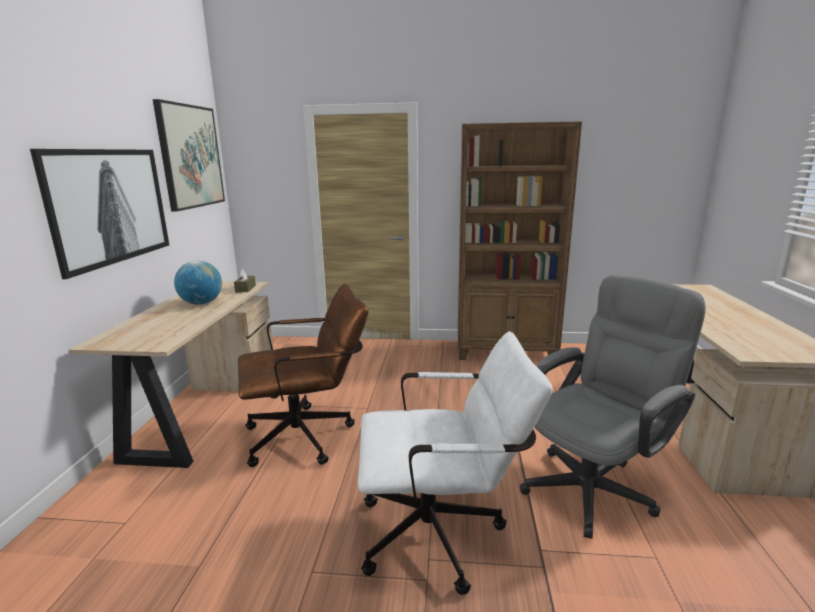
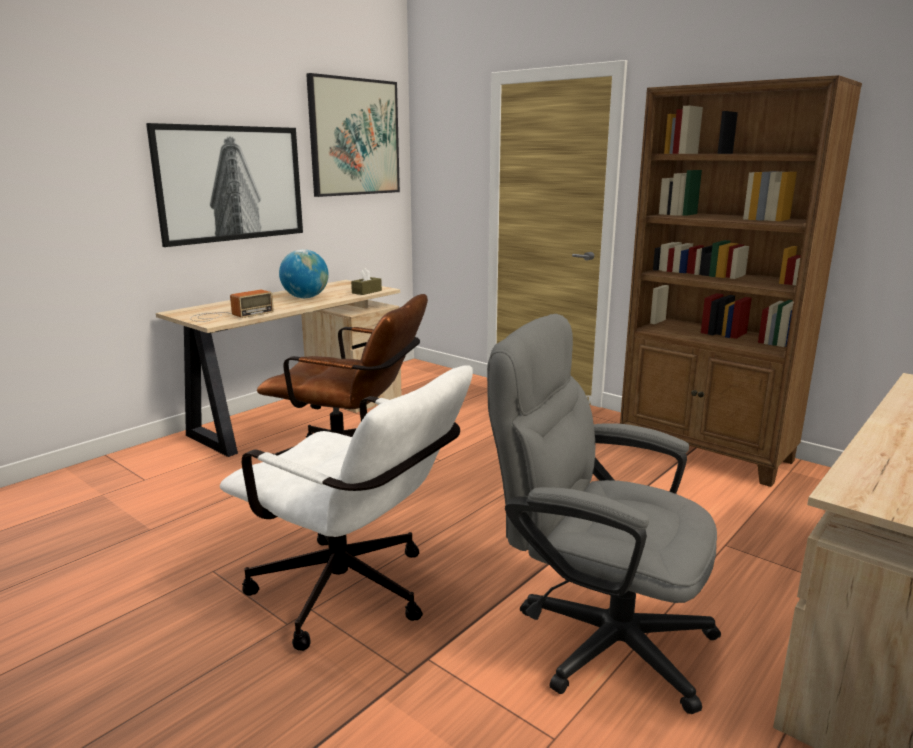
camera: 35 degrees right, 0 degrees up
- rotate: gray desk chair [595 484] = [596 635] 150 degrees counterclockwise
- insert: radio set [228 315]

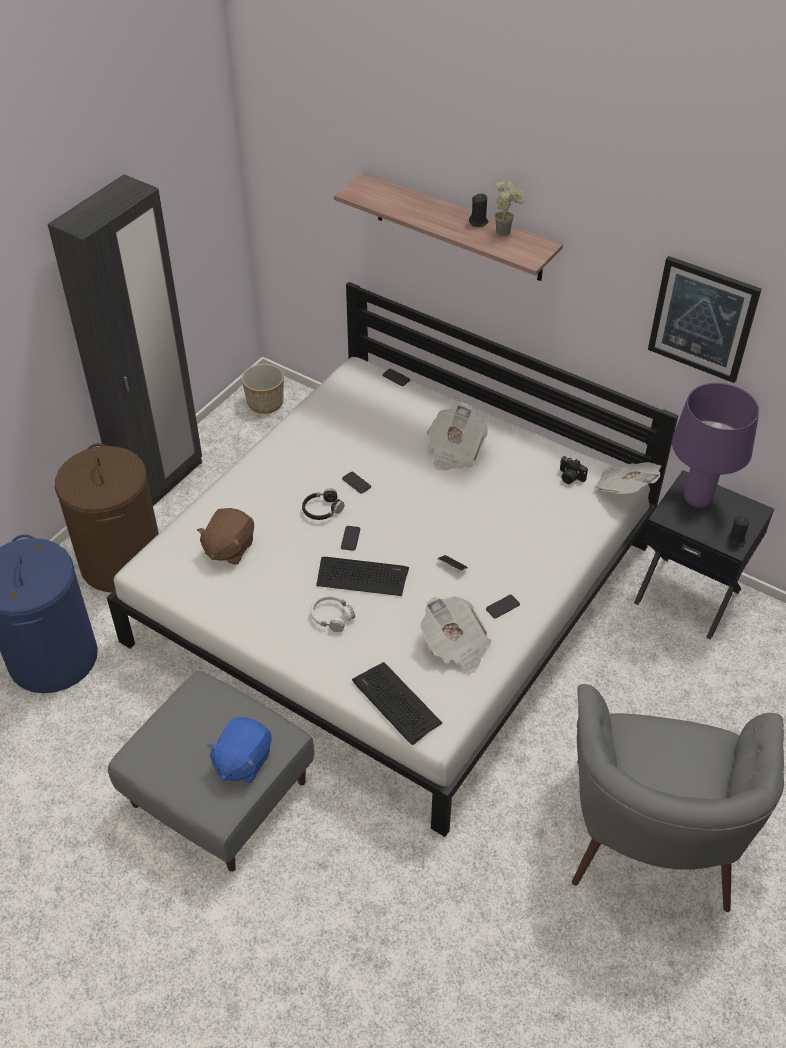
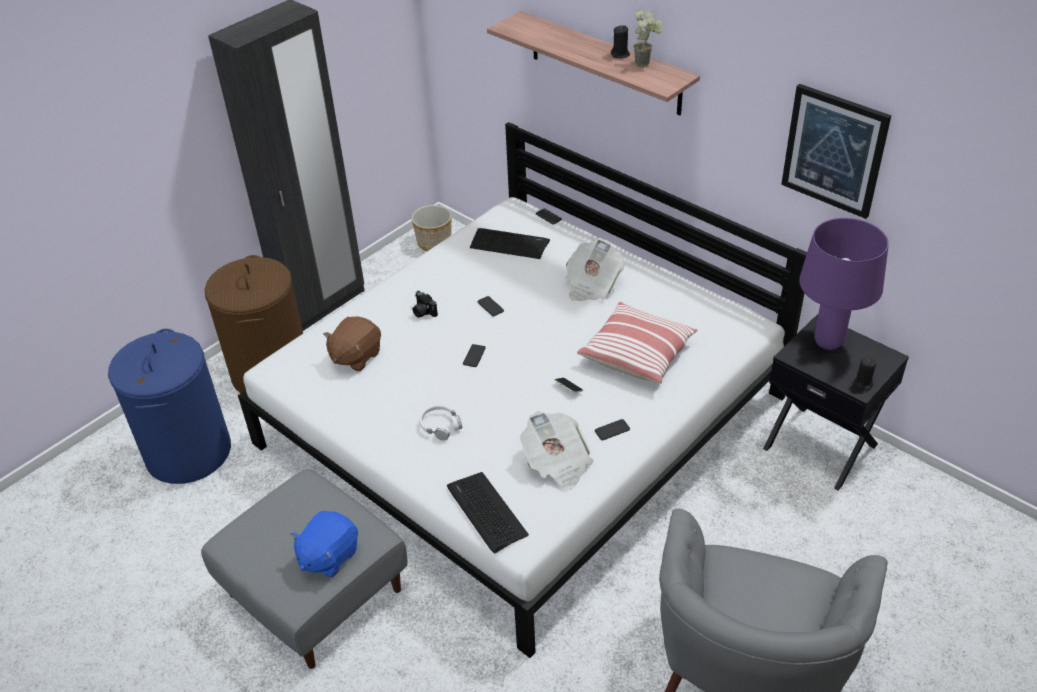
camera: 10 degrees right, 5 degrees down
- delete: black-coloured pair of headphones [322 510]
- move: computer keyboard [362 576] to [509 244]
- move: still camera [570 477] to [423 312]
- delete: printed paper [624 488]
- insert: pillow [637 354]

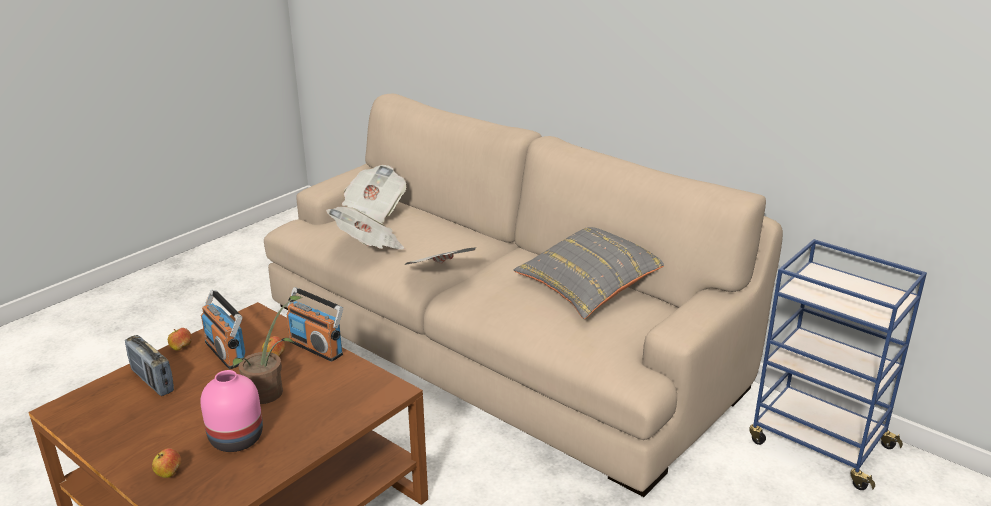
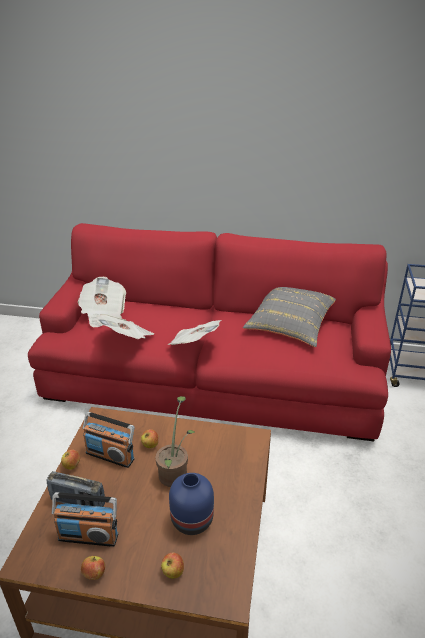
camera: 30 degrees left, 5 degrees up
- recolor: pink-coloured vase [237 439] to blue vase [193 520]
- recolor: beige-coloured sofa [497 346] to red sofa [213 377]
- move: radio set [316 347] to [88 536]
- insert: apple [94 574]

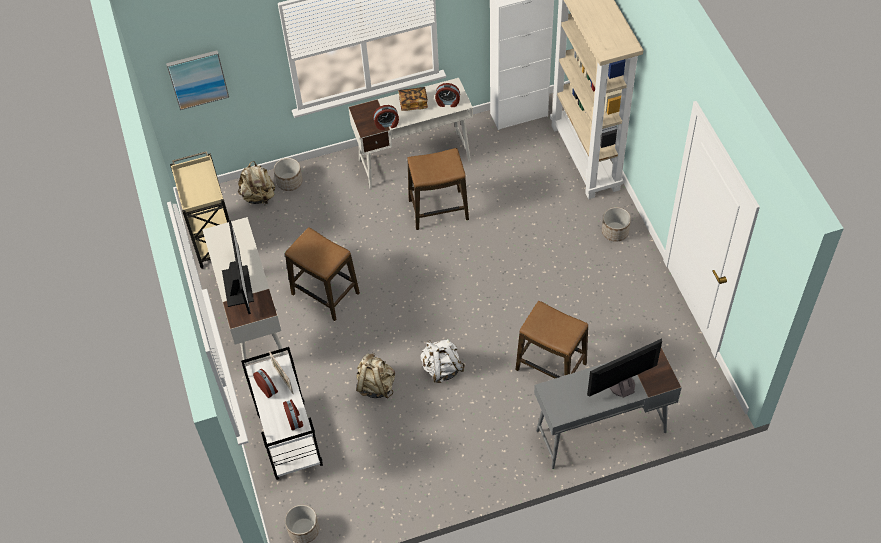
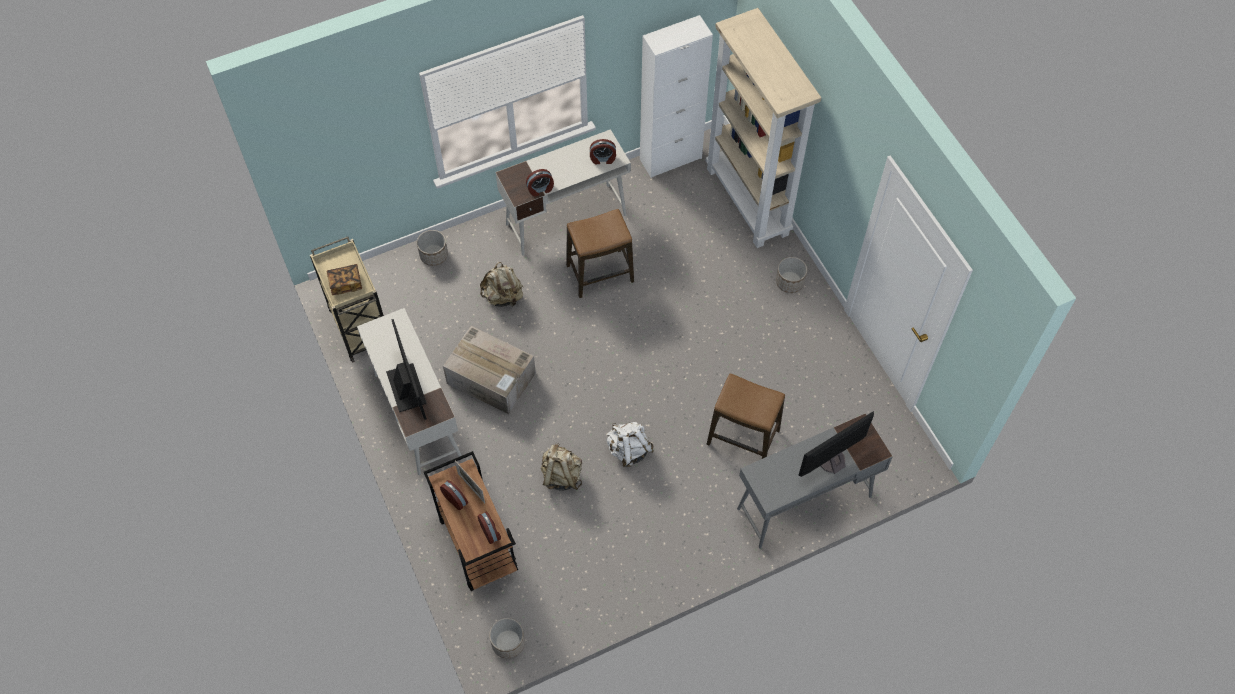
camera: 10 degrees left, 5 degrees up
- delete: wall picture [197 79]
- move: beige-coloured backpack [259 196] to [503 297]
- recolor: white cart [289 439] to brownish cart [477 544]
- replace: sitting stool [325 294] to cardboard box [492 378]
- move: book [413 103] to [345 283]

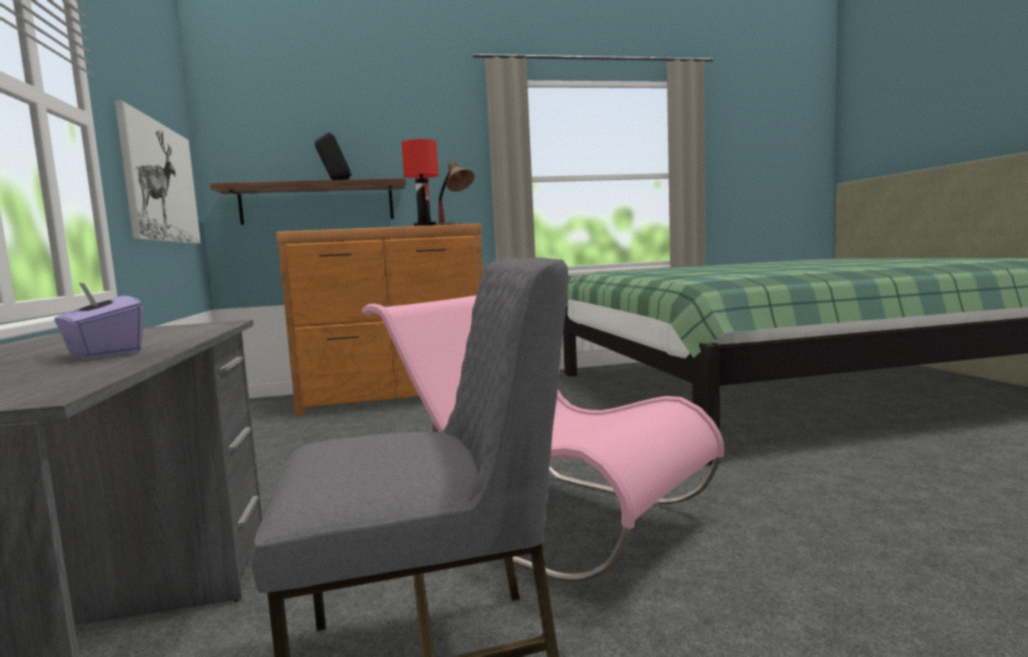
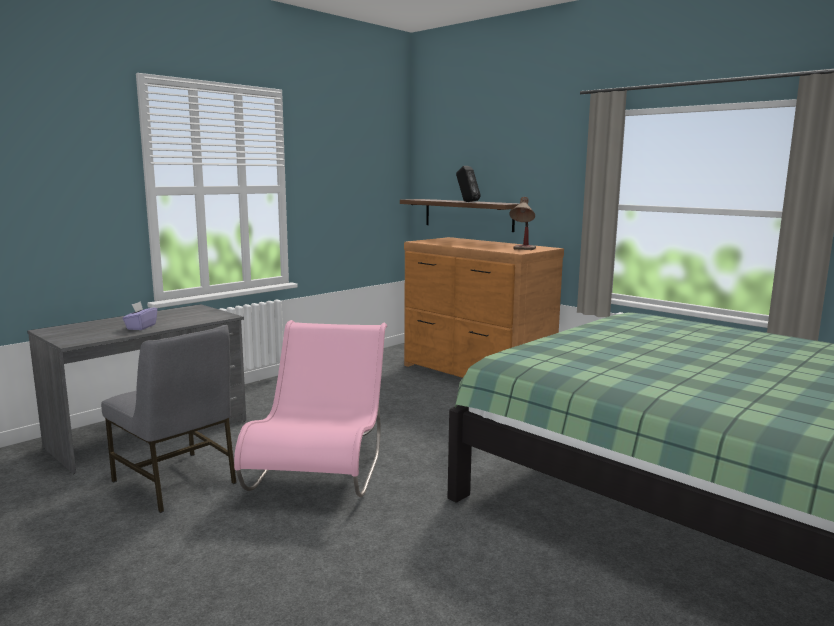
camera: 55 degrees right, 5 degrees up
- delete: wall picture [160 183]
- delete: red table lamp [424 225]

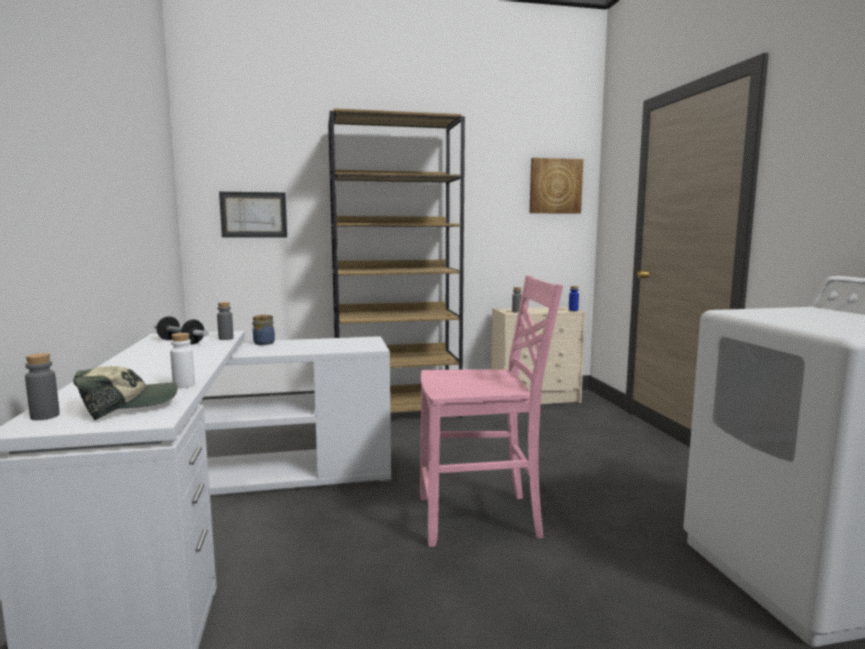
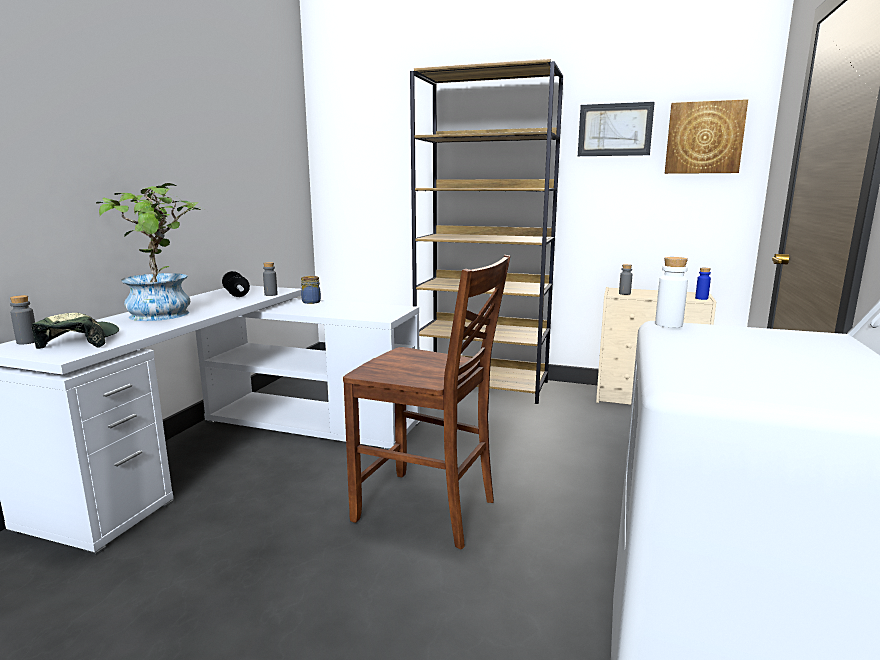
camera: 30 degrees right, 5 degrees up
- rotate: cap [127 405] = [80 342] 90 degrees counterclockwise
- move: white beverage bottle [184 385] to [668 324]
- move: wall picture [253 214] to [615 130]
- recolor: pink-coloured upright chair [481 518] to brownish upright chair [428 510]
- insert: houseplant [164 315]

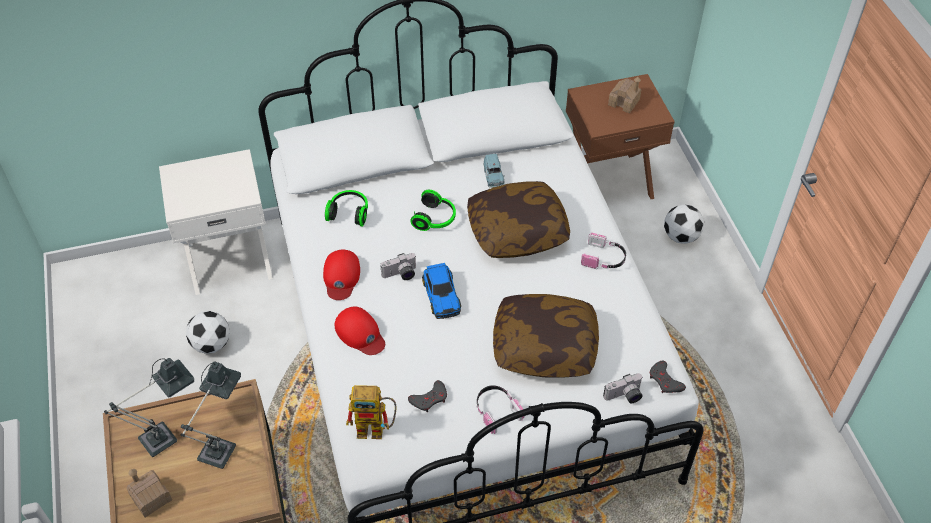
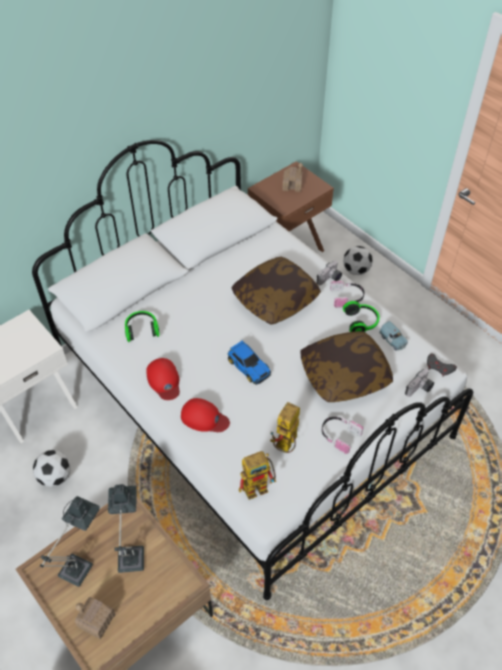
camera: 25 degrees left, 0 degrees up
- move: still camera [400 275] to [330 279]
- replace: gray gamepad [429 399] to robot figure [285 446]
- move: pair of headphones [435 219] to [361 322]
- move: blue model car [493 177] to [393 340]

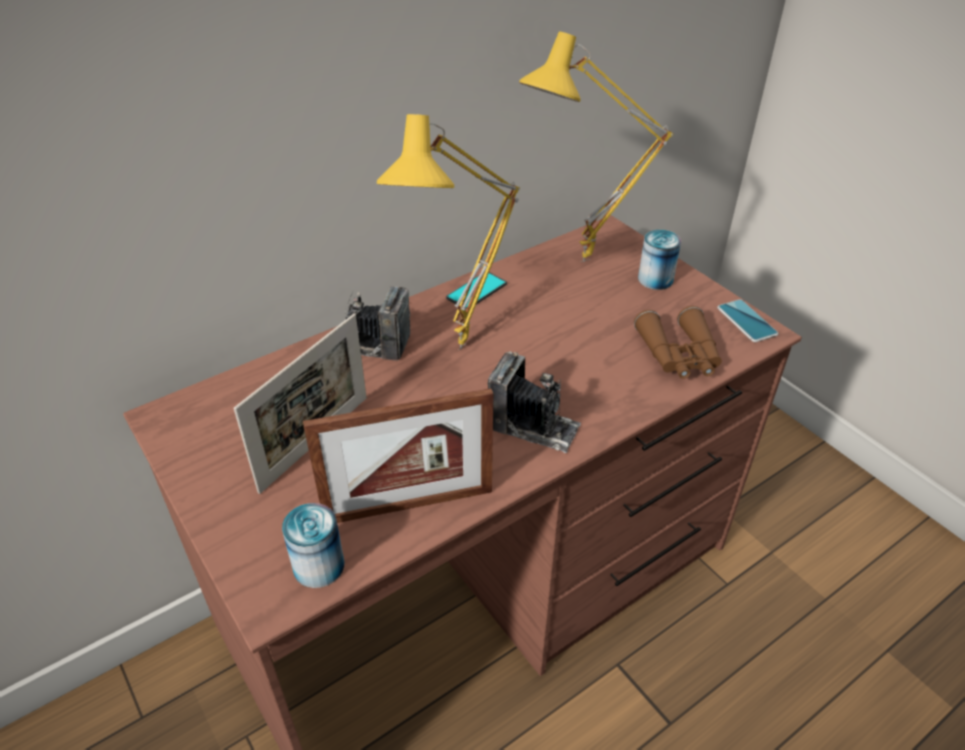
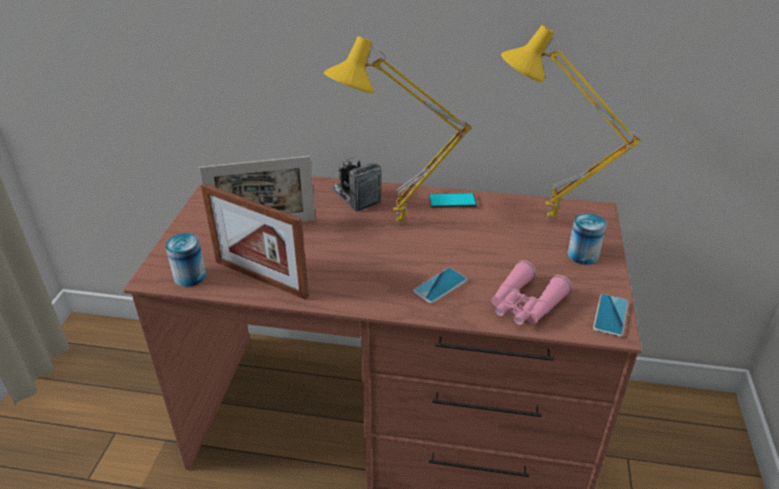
camera: 45 degrees right, 5 degrees down
- delete: still camera [533 426]
- recolor: brownish binoculars [679 355] to pink-coloured binoculars [525 304]
- insert: handset [440 286]

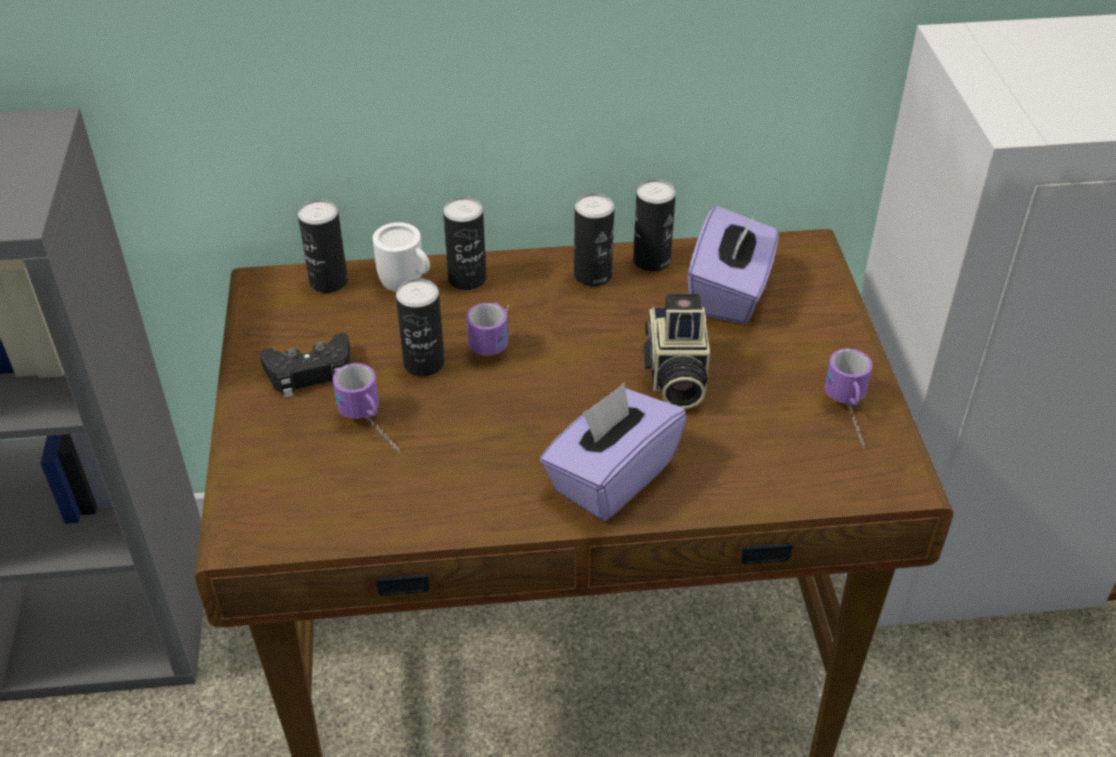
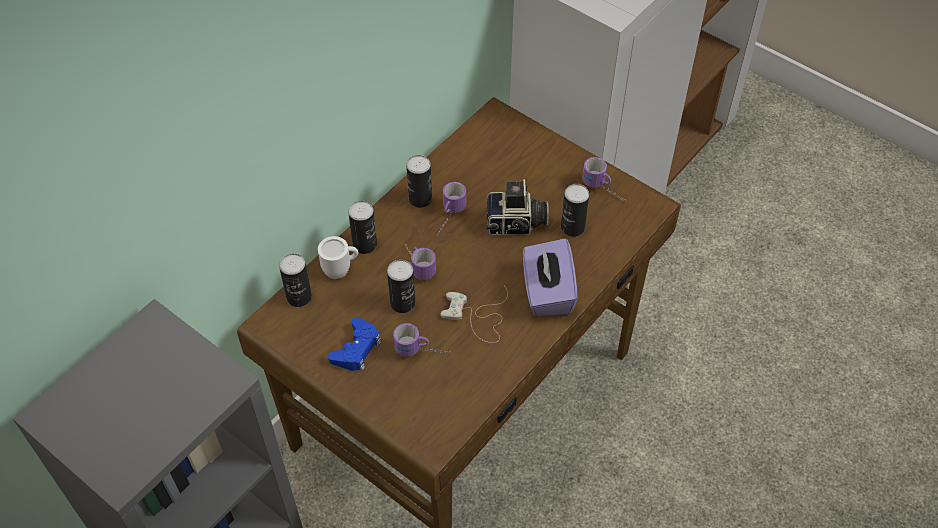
camera: 45 degrees left, 10 degrees up
- recolor: black-coloured gamepad [310 372] to blue gamepad [356 349]
- move: can [651 261] to [572 227]
- rotate: still camera [674 376] = [516 224] 45 degrees counterclockwise
- delete: purple-coloured tissue holder [730 292]
- insert: coffee mug [448 218]
- insert: white gamepad [477 317]

